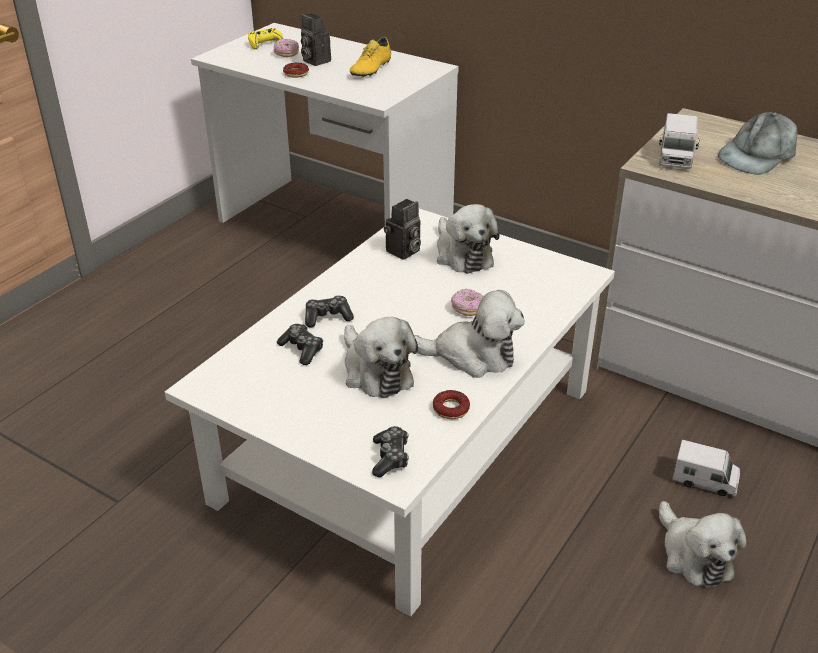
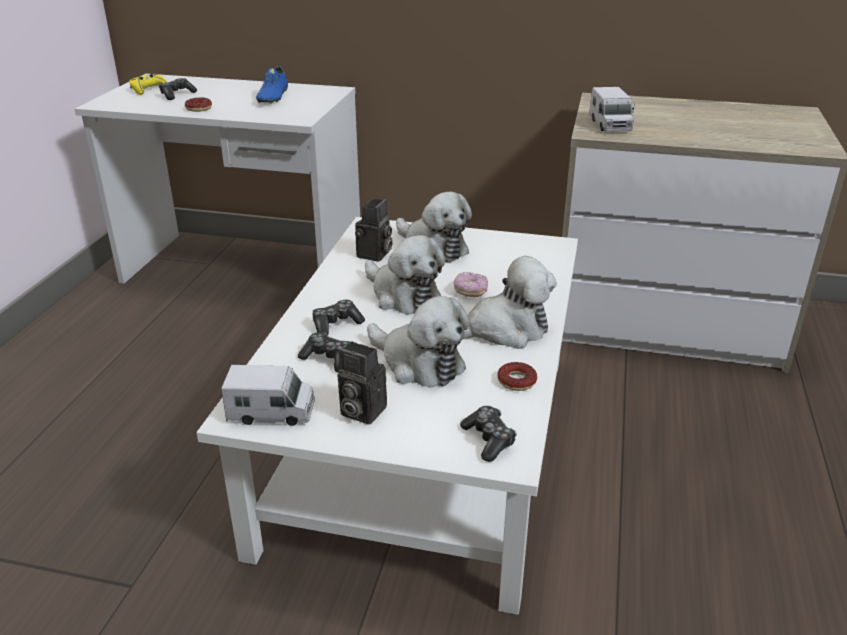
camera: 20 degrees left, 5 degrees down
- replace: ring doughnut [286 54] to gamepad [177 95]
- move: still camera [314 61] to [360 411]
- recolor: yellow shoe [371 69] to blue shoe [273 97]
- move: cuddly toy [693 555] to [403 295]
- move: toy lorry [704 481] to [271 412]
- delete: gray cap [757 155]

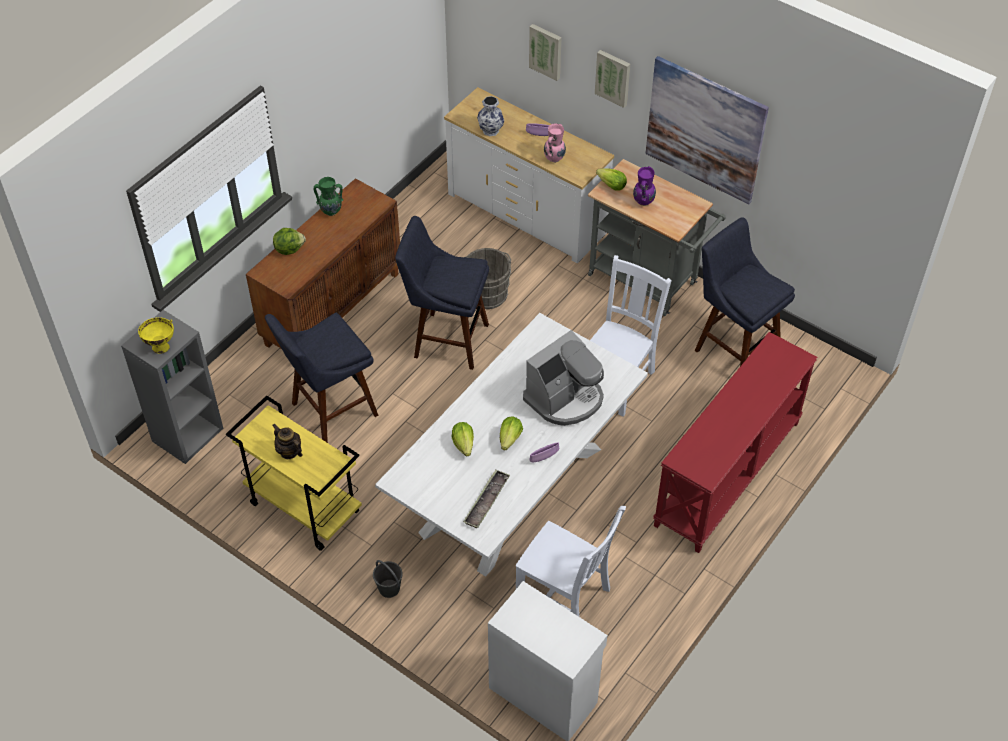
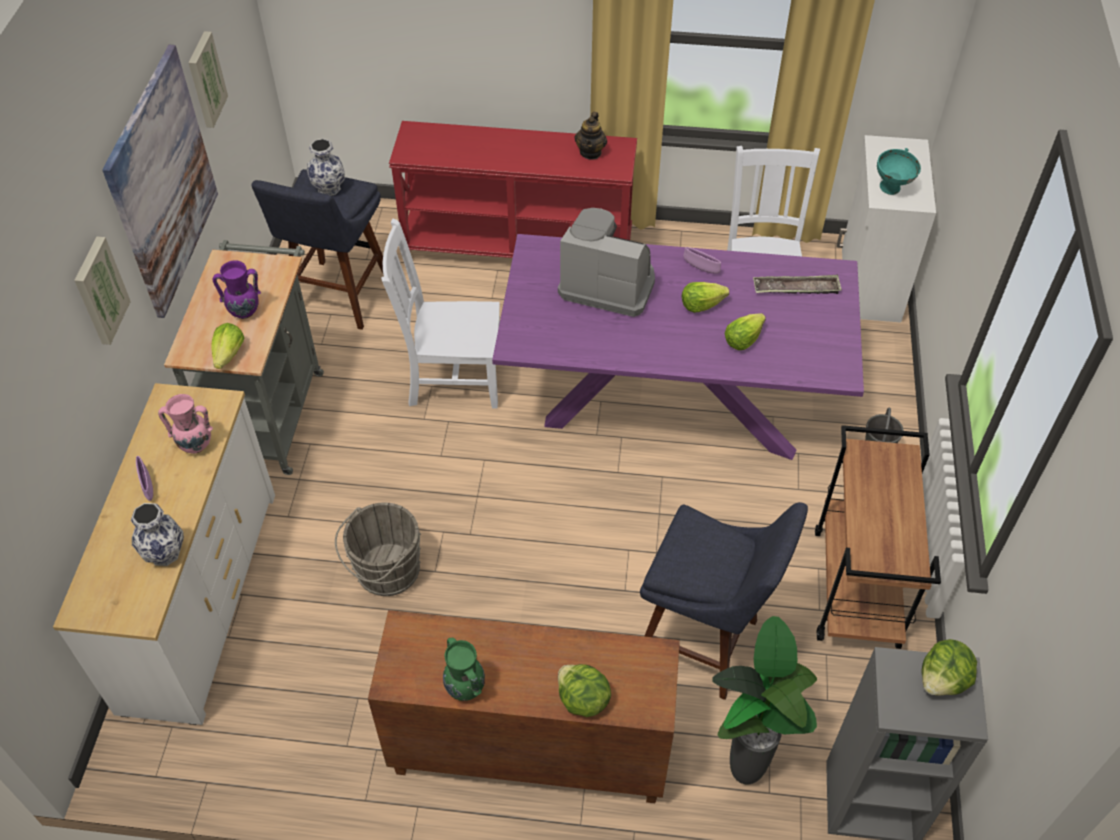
camera: 120 degrees left, 0 degrees up
- replace: yellow deep dish [160 347] to lettuce head [943 680]
- recolor: yellow cart [303 508] to brownish cart [857 589]
- move: pot for tea [289 451] to [591 152]
- recolor: white dining table [513 489] to purple-coloured dining table [670 403]
- delete: blue sitting stool [446 339]
- move: wall picture [546 51] to [205 79]
- insert: vase [329 188]
- insert: houseplant [746 771]
- insert: turquoise deep dish [892 189]

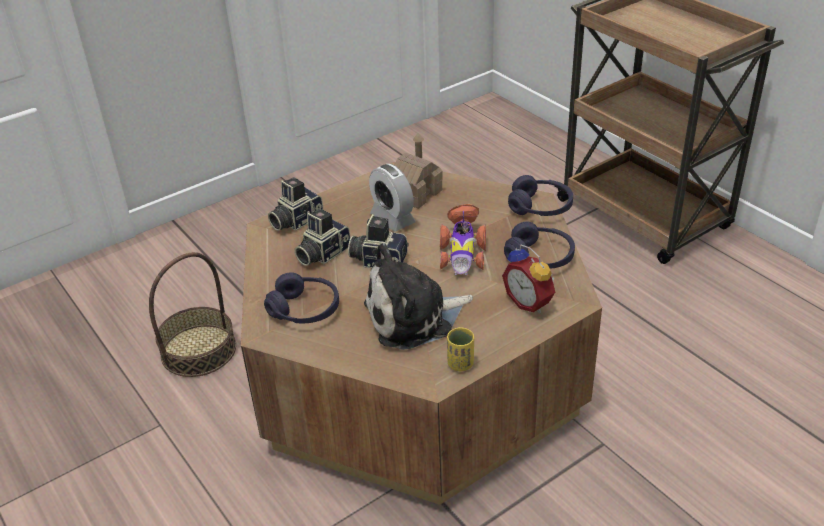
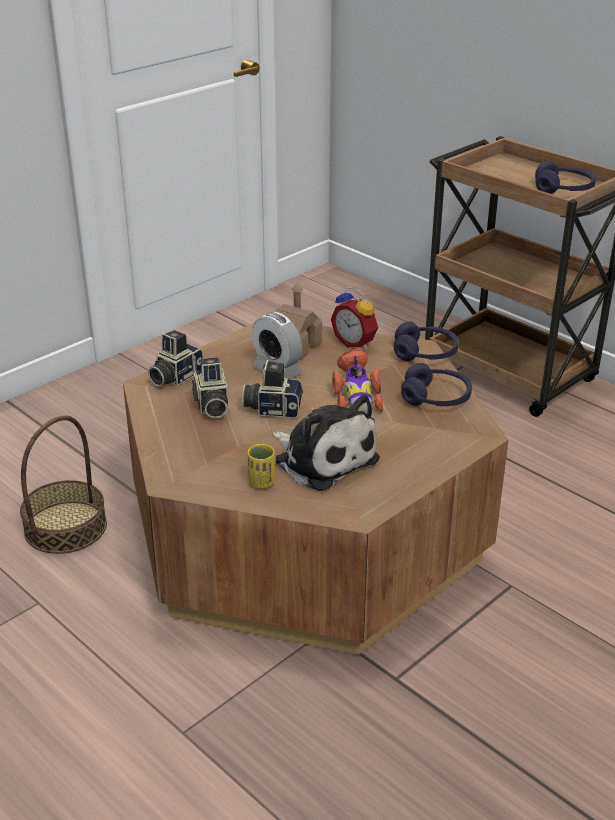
camera: 10 degrees left, 5 degrees down
- move: purple-coloured pair of headphones [305 309] to [563 190]
- rotate: still camera [322 253] = [211 406] 45 degrees counterclockwise
- rotate: cuddly toy [414 317] = [323 458] 105 degrees counterclockwise
- move: yellow cup [460 364] to [261 482]
- move: bedside clock [530 302] to [356 342]

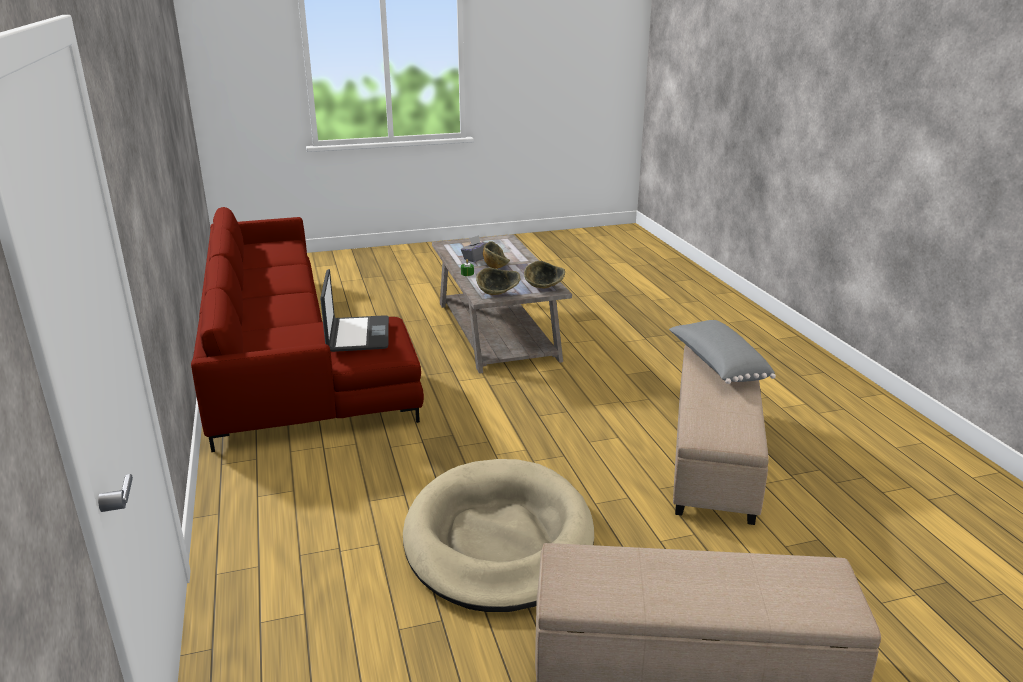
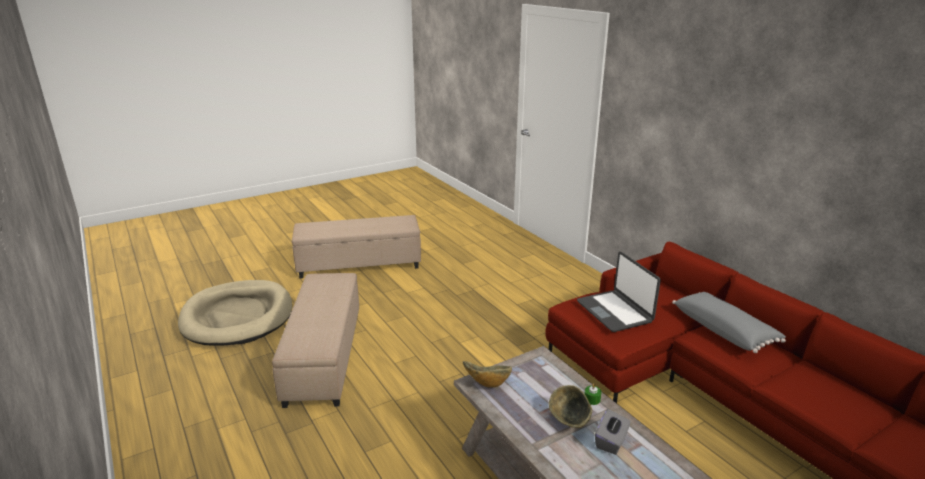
camera: 165 degrees right, 0 degrees up
- move: beige-coloured pet bed [499 540] to [237 316]
- delete: deep dish [497 294]
- move: gray pillow [717 365] to [724 330]

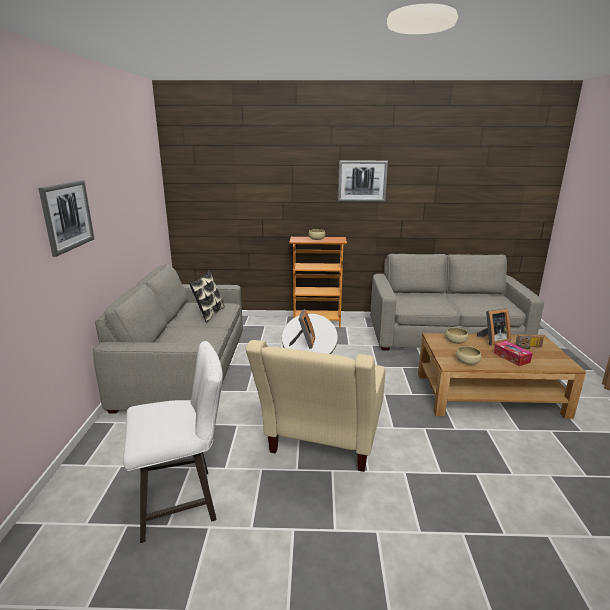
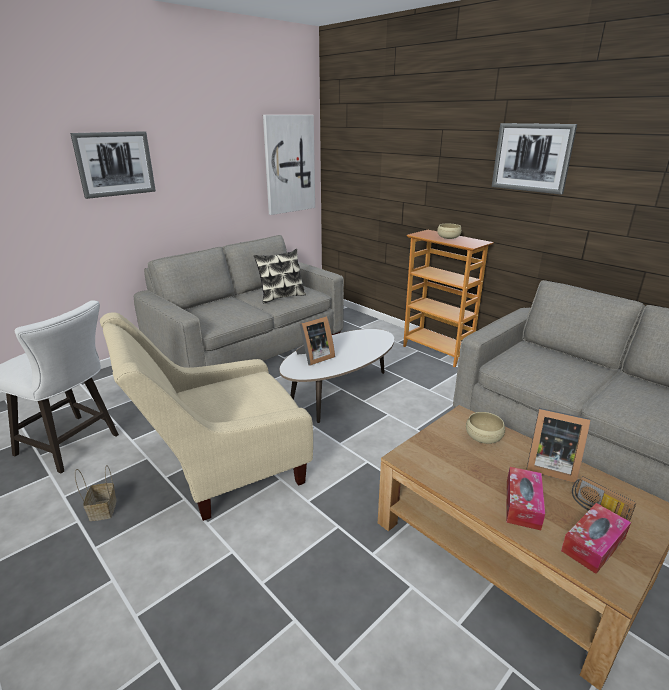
camera: 45 degrees right, 5 degrees up
- delete: beige-coloured deep dish [467 361]
- insert: household basket [102 509]
- insert: wall picture [289 164]
- insert: tissue holder [593 544]

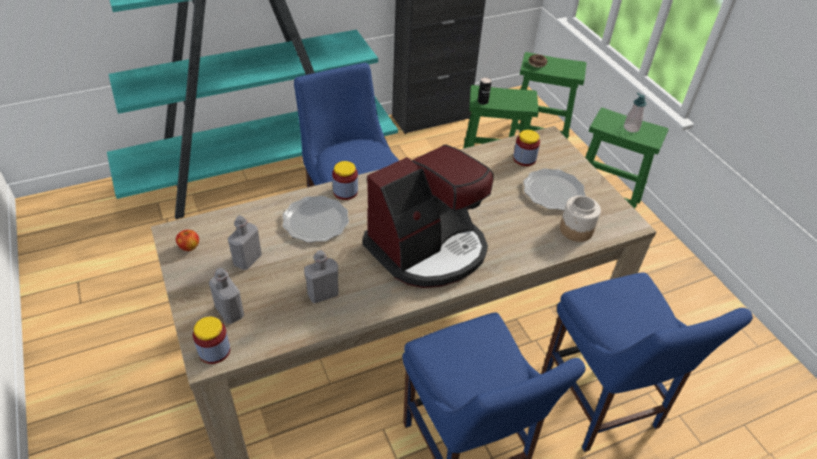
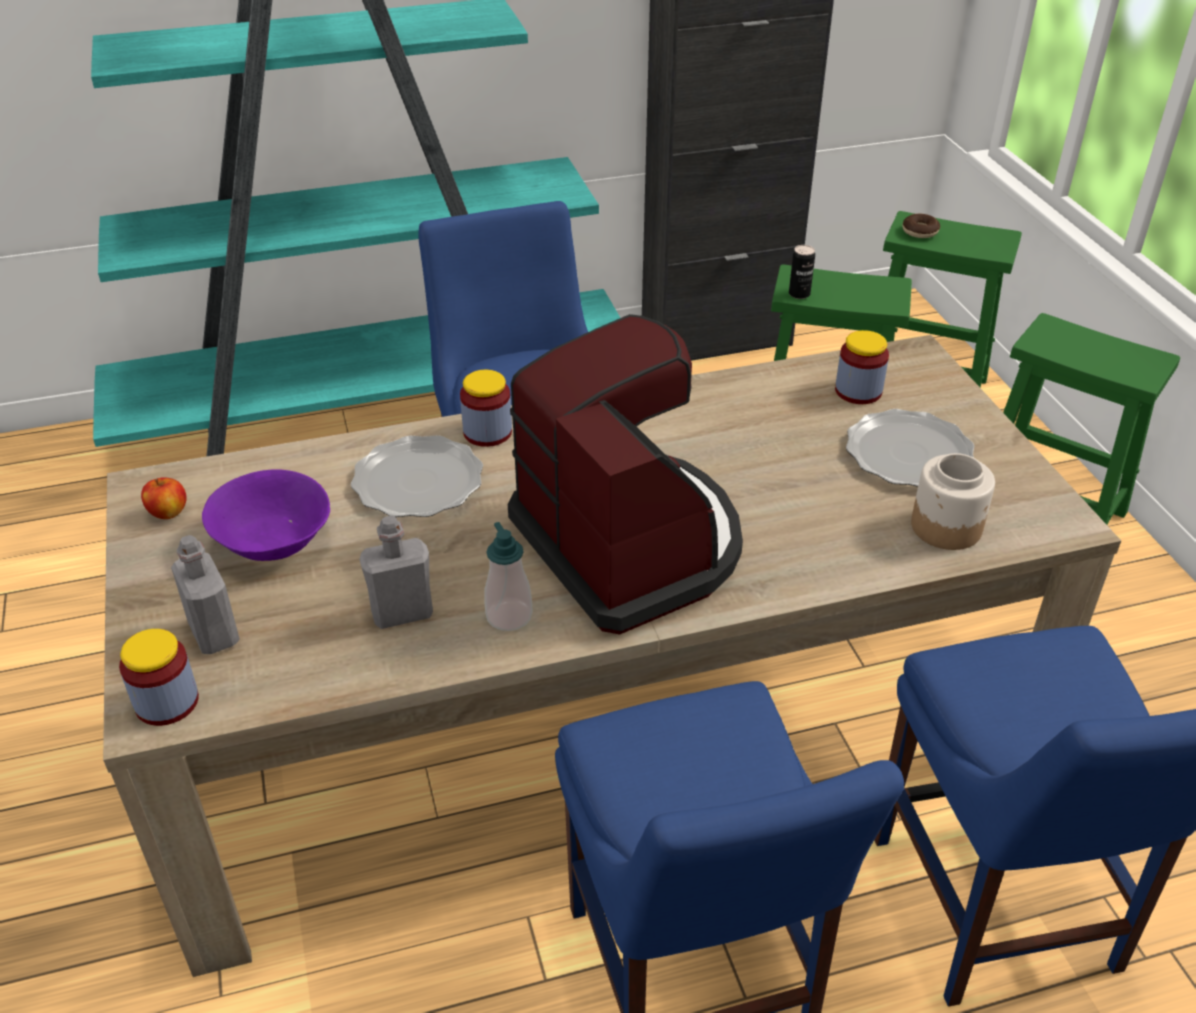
camera: 10 degrees right, 5 degrees down
- replace: gray beverage bottle [247 260] to purple-coloured deep dish [271 542]
- rotate: coffee machine [428 249] = [630 544] 90 degrees counterclockwise
- move: soap dispenser [631 128] to [509 616]

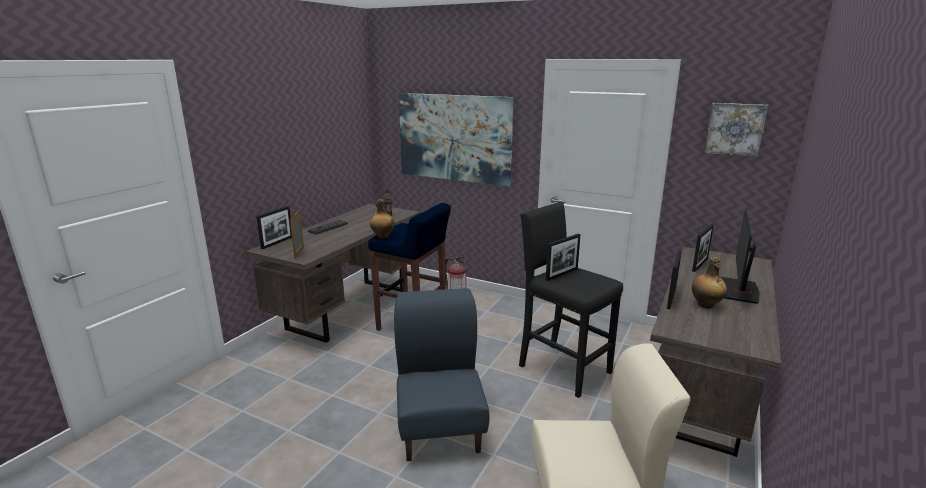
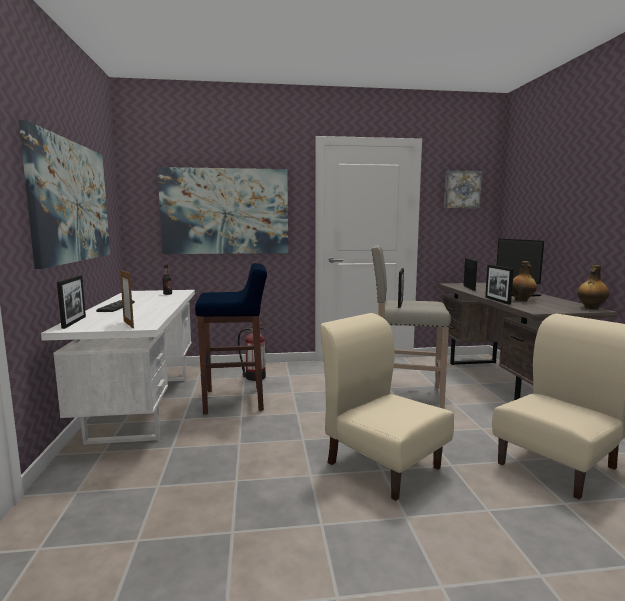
camera: 35 degrees left, 10 degrees down
- recolor: brownish desk [349 308] to white desk [143 406]
- move: beverage bottle [383 236] to [591 308]
- recolor: blue upright chair [440 428] to beige-coloured upright chair [383 464]
- recolor: black-coloured sitting stool [563 368] to beige-coloured sitting stool [405 394]
- insert: wall picture [71 202]

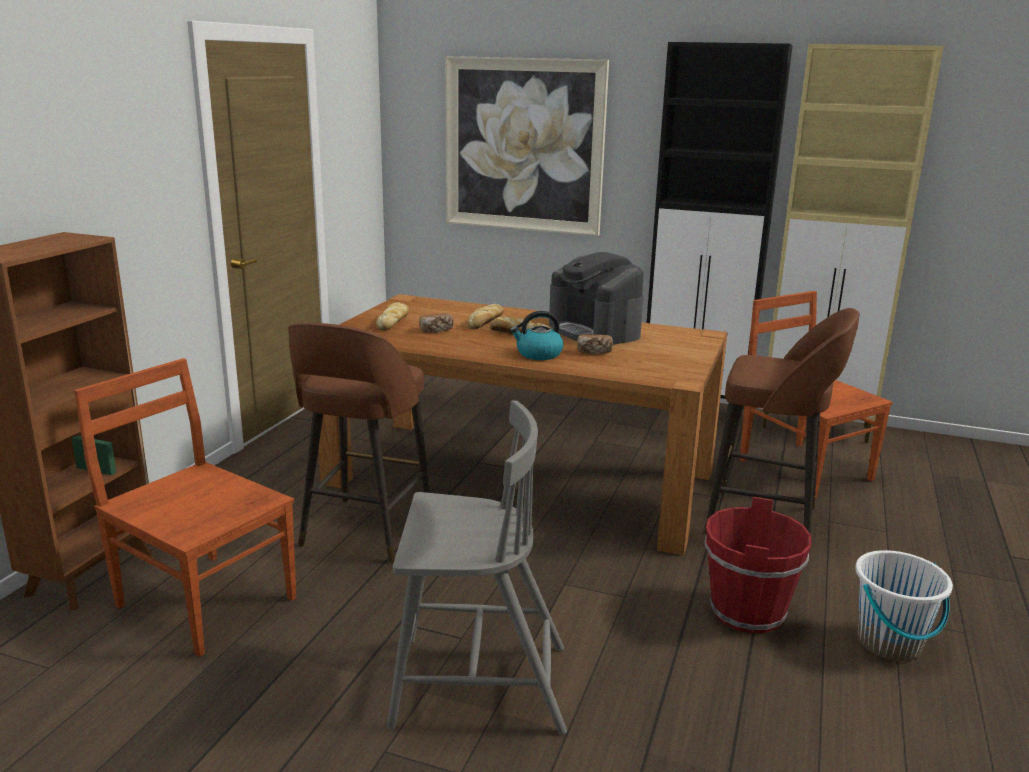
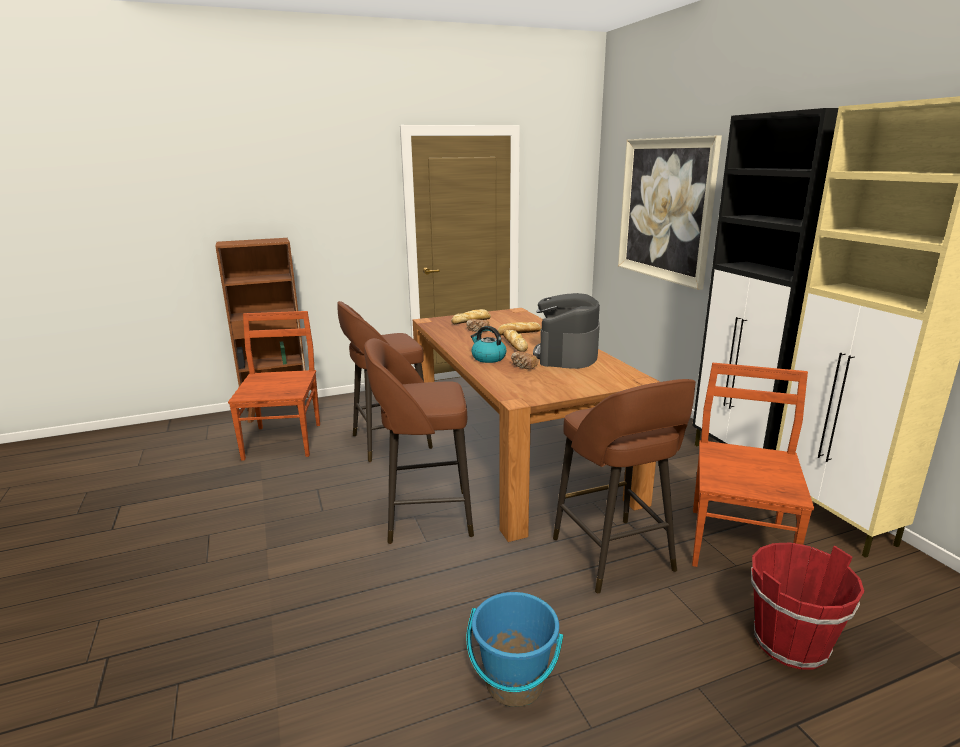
camera: 50 degrees right, 0 degrees up
- delete: gray upright chair [476 684]
- move: red bucket [746 611] to [790 642]
- recolor: white bucket [889 643] to blue bucket [514 683]
- insert: brownish sitting stool [425 516]

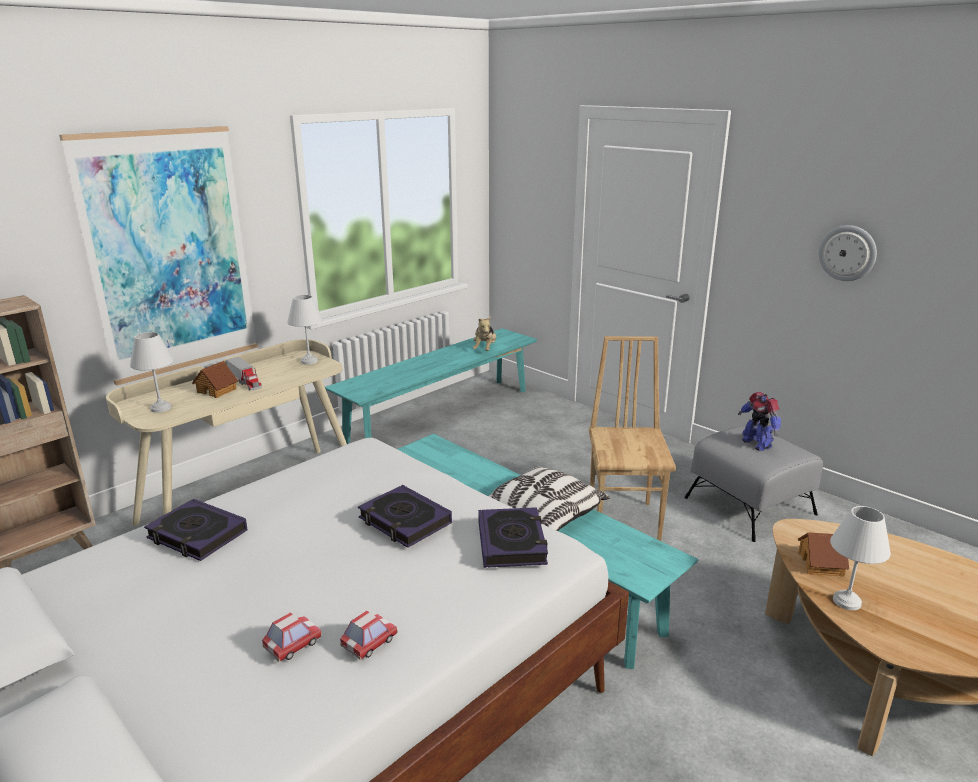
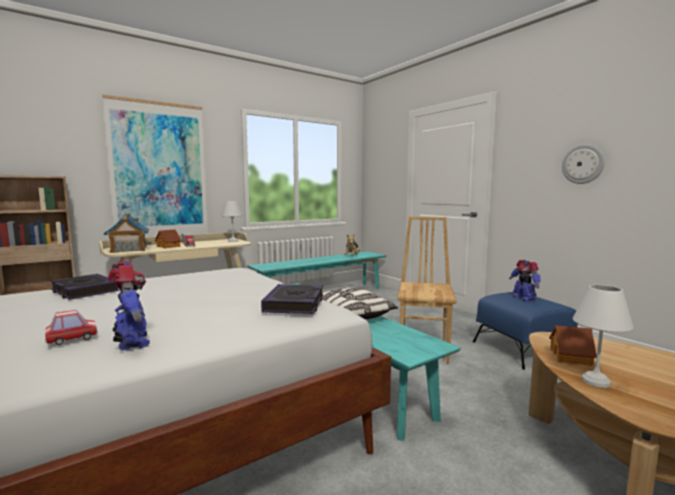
camera: 10 degrees right, 15 degrees down
- replace: white table lamp [160 408] to model house [128 249]
- replace: model car [369 643] to robot figure [131 342]
- delete: book [404 521]
- recolor: gray footrest [749 506] to blue footrest [522 350]

